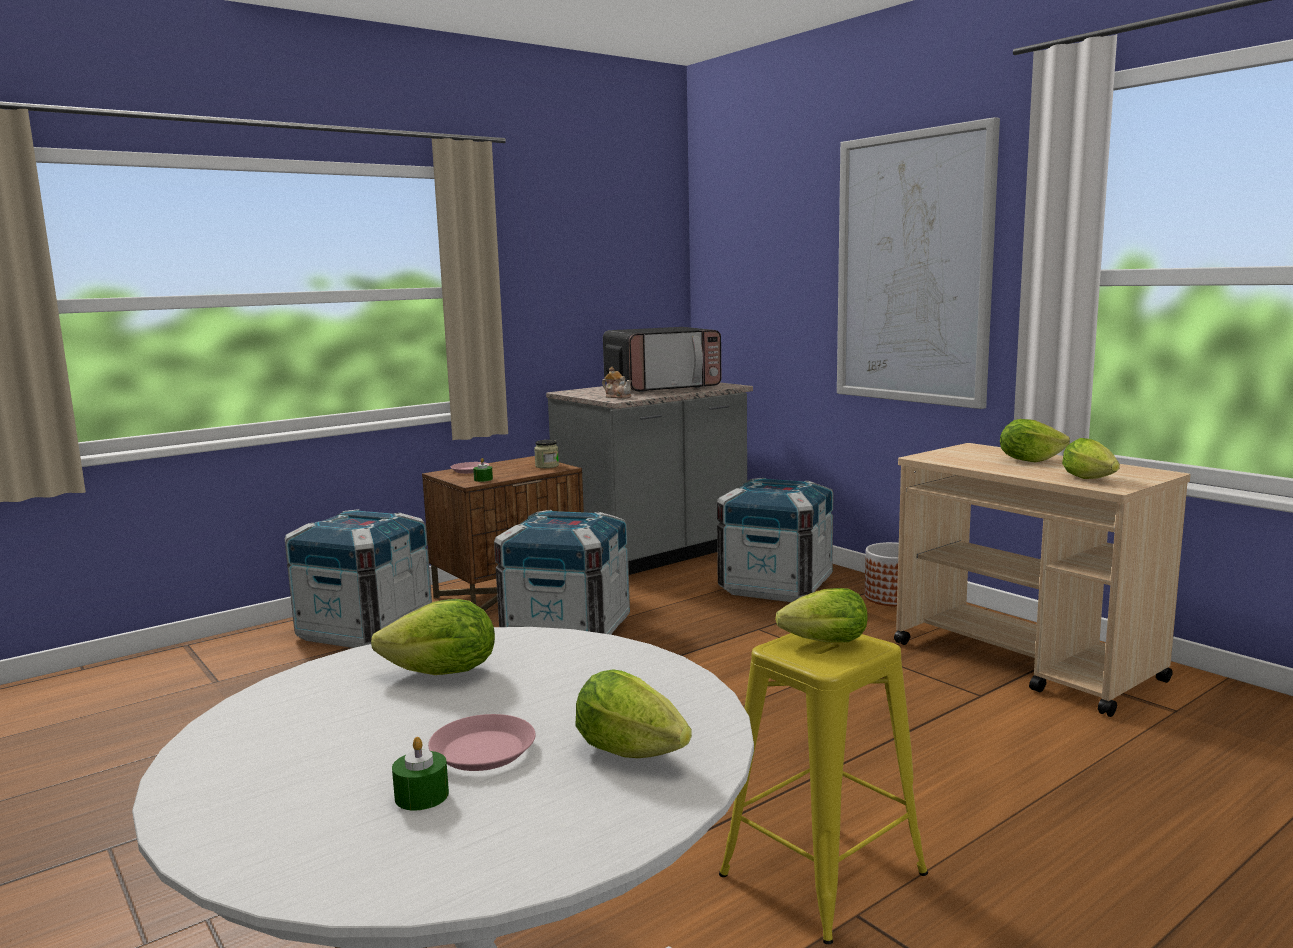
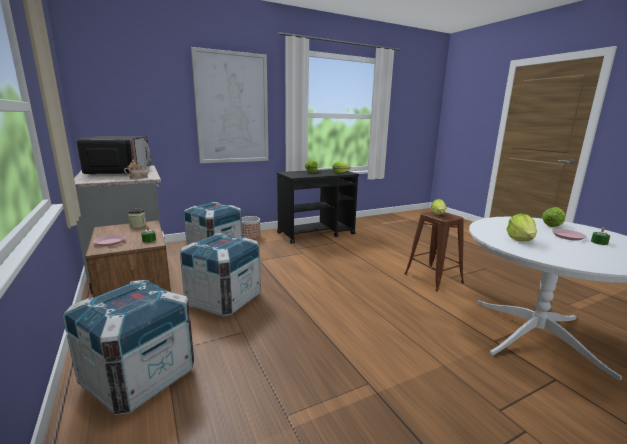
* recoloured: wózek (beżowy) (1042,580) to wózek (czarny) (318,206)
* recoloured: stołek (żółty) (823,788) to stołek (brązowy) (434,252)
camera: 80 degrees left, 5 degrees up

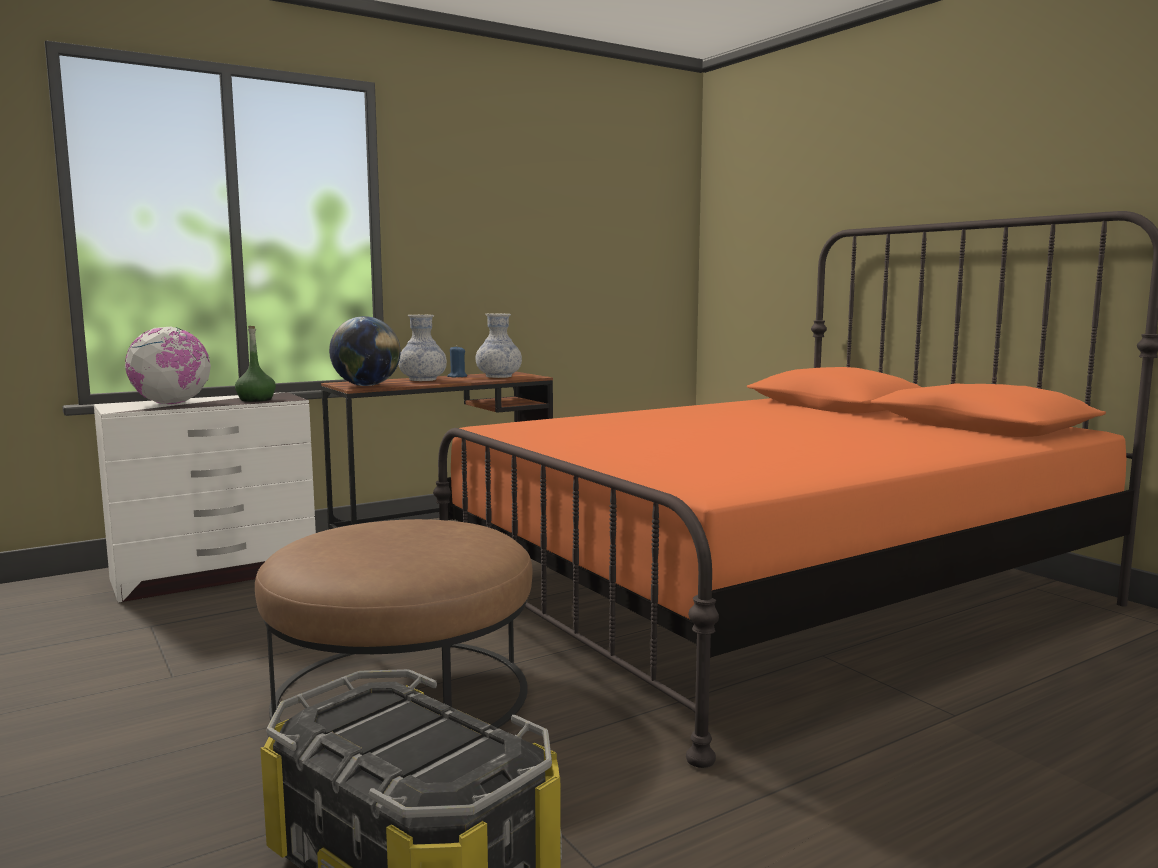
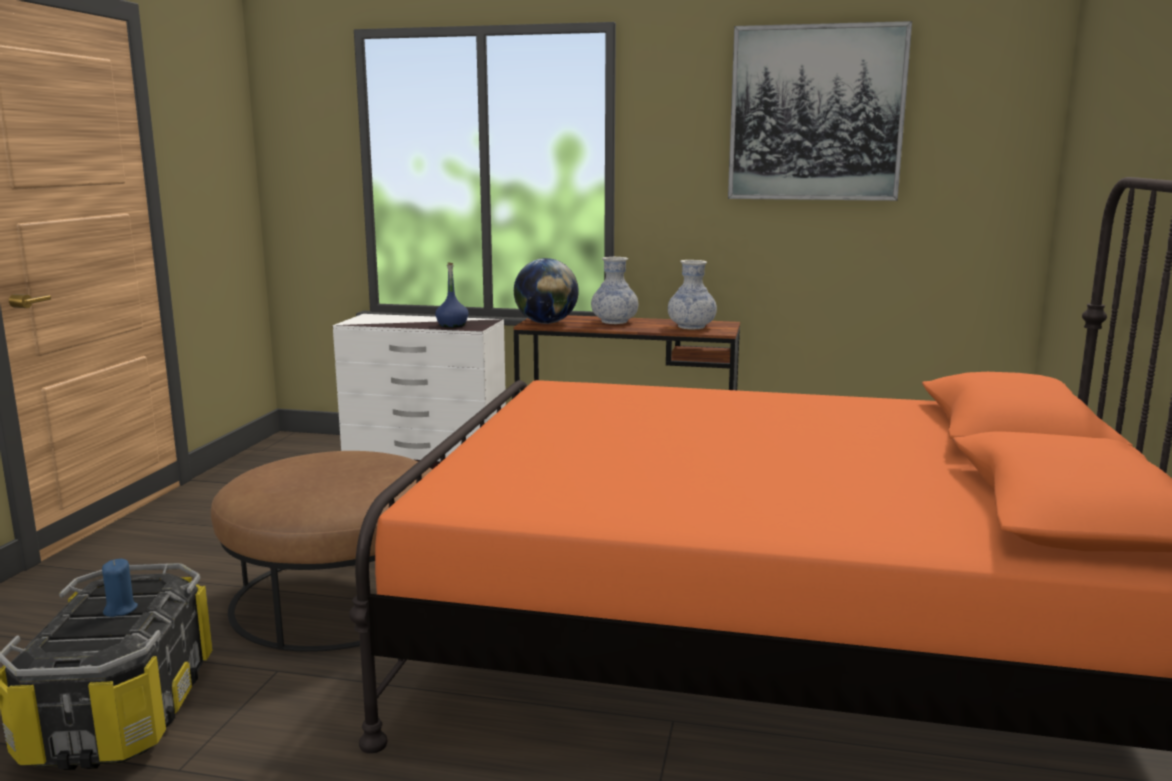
* moved: świeca (niebieski) (457,362) to (120,588)
* recoloured: butelka (zielony) (255,364) to butelka (niebieski) (452,295)
* added: obraz (820,111)
* removed: globus (168,365)
camera: 45 degrees right, 5 degrees up

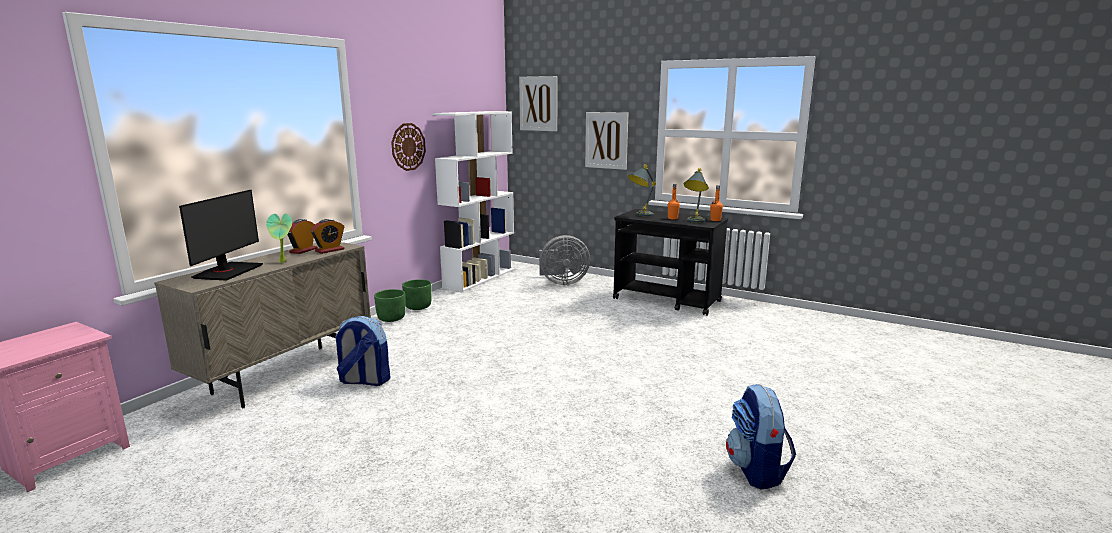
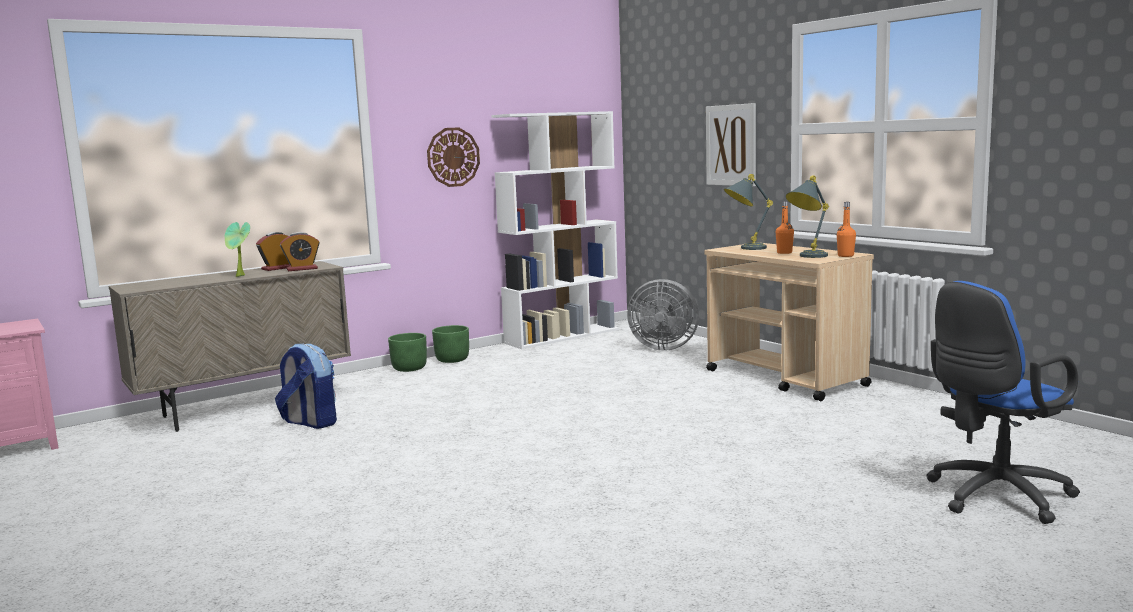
* recoloured: wózek (czarny) (670,262) to wózek (beżowy) (789,321)
* added: krzesło biurowe (niebieski) (1003,402)
* removed: monitor (221,235)
* removed: obraz (538,103)
* removed: plecak (761,436)
camera: 25 degrees right, 5 degrees down

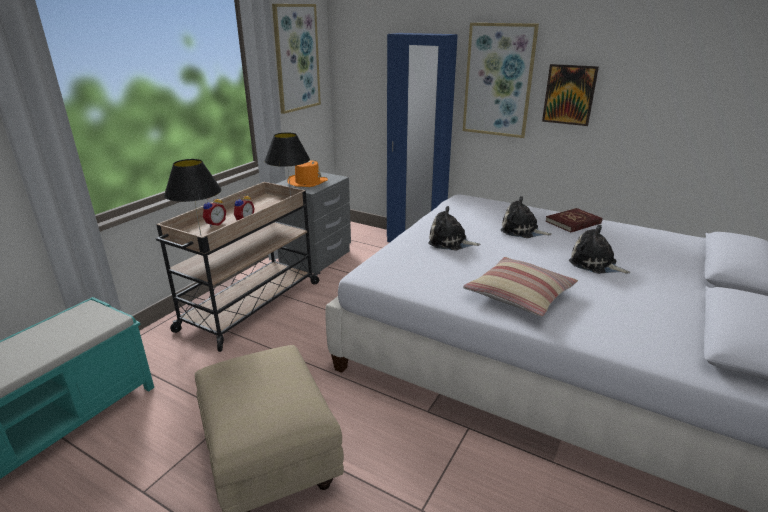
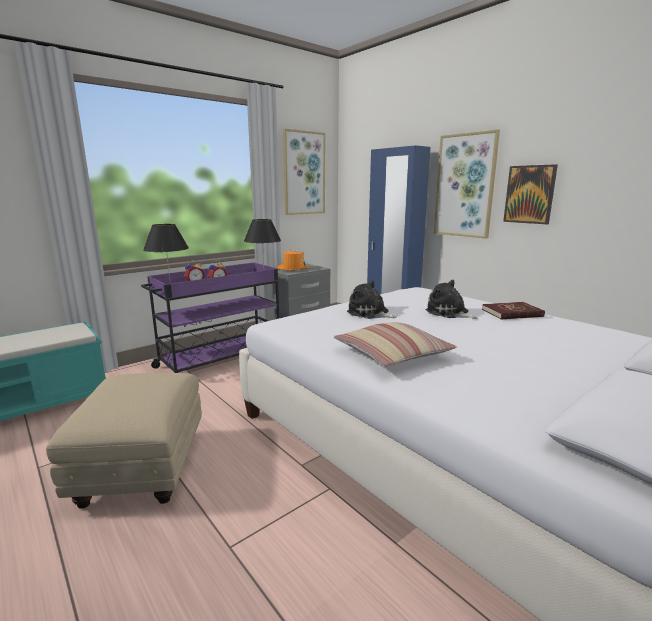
* recoloured: wózek (beżowy) (238,267) to wózek (fioletowy) (210,317)
* removed: pluszak (599,249)
camera: 20 degrees right, 10 degrees down

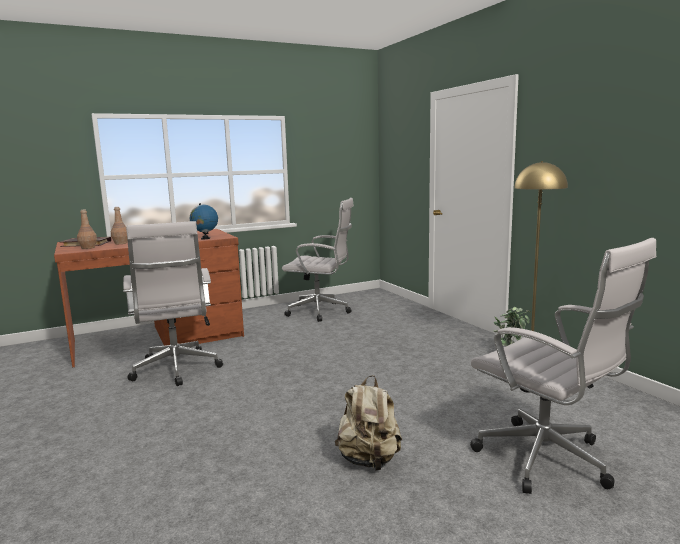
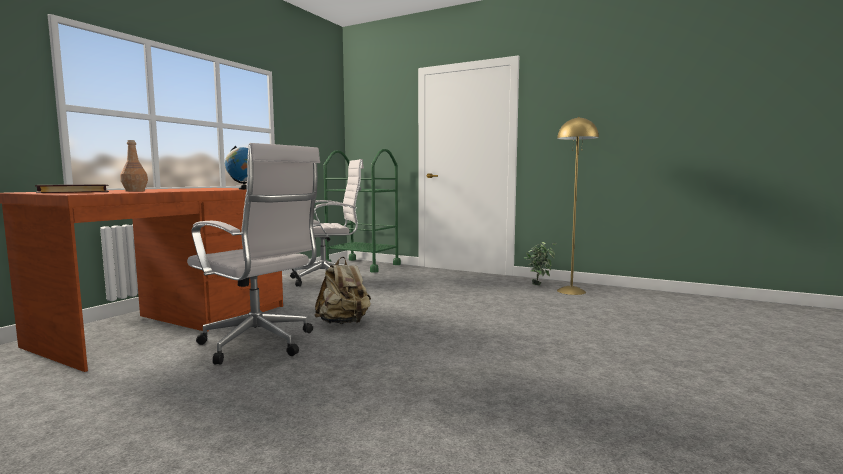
* moved: plecak (beżowy) (368,423) to (343,290)
* added: wózek (zielony) (362,211)
* removed: butelka (brązowy) (87,229)
* removed: krzesło biurowe (biały) (563,366)
camera: 35 degrees left, 5 degrees down

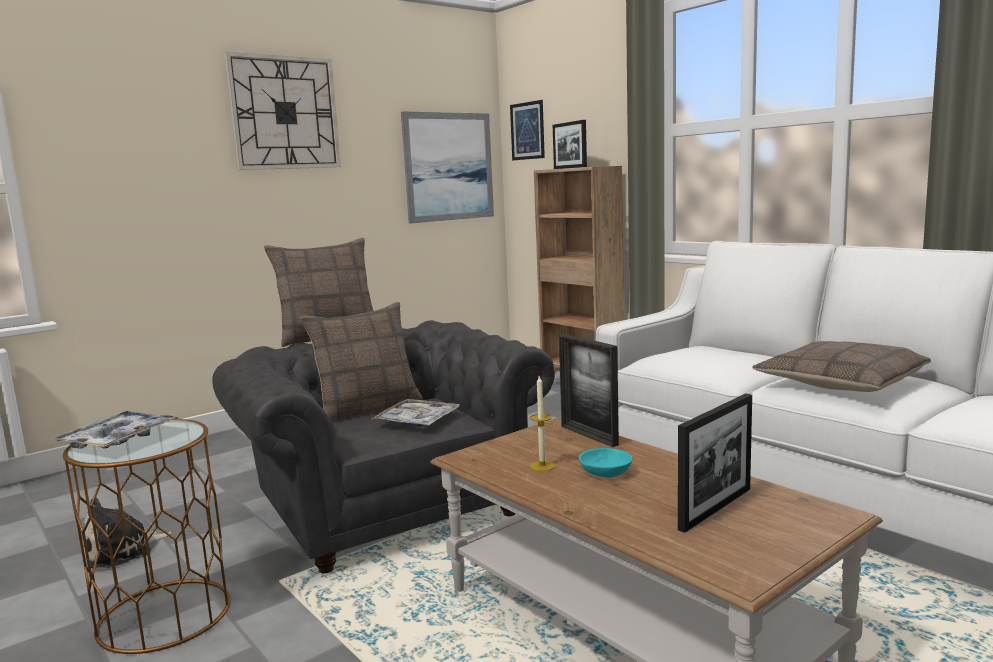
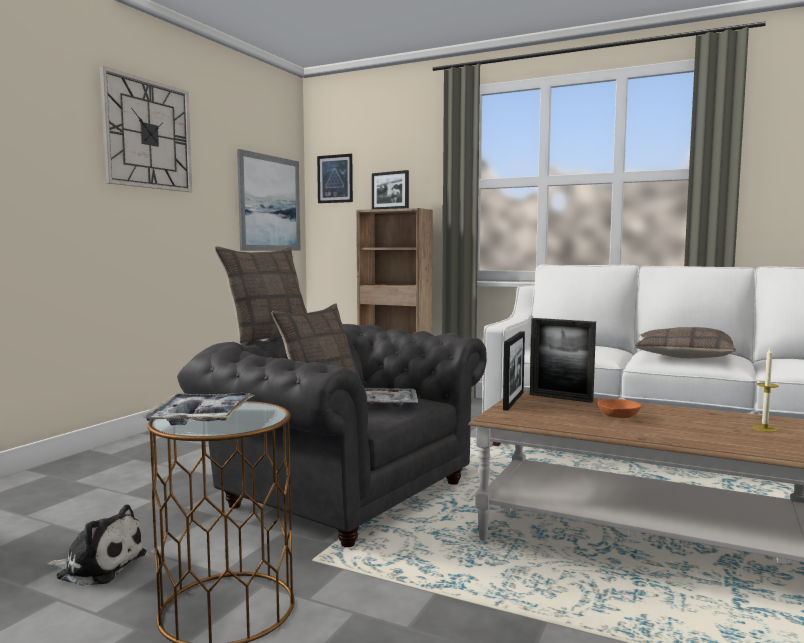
* turned: pluszak (127,532) = (96,545) 105 degrees counterclockwise
* moved: ramka na zdjęcie (715,463) to (514,371)
* recoloured: miska (turkusowy) (605,462) to miska (pomarańczowy) (619,408)
* moved: świeca (542,423) to (765,390)
camera: 25 degrees left, 5 degrees down

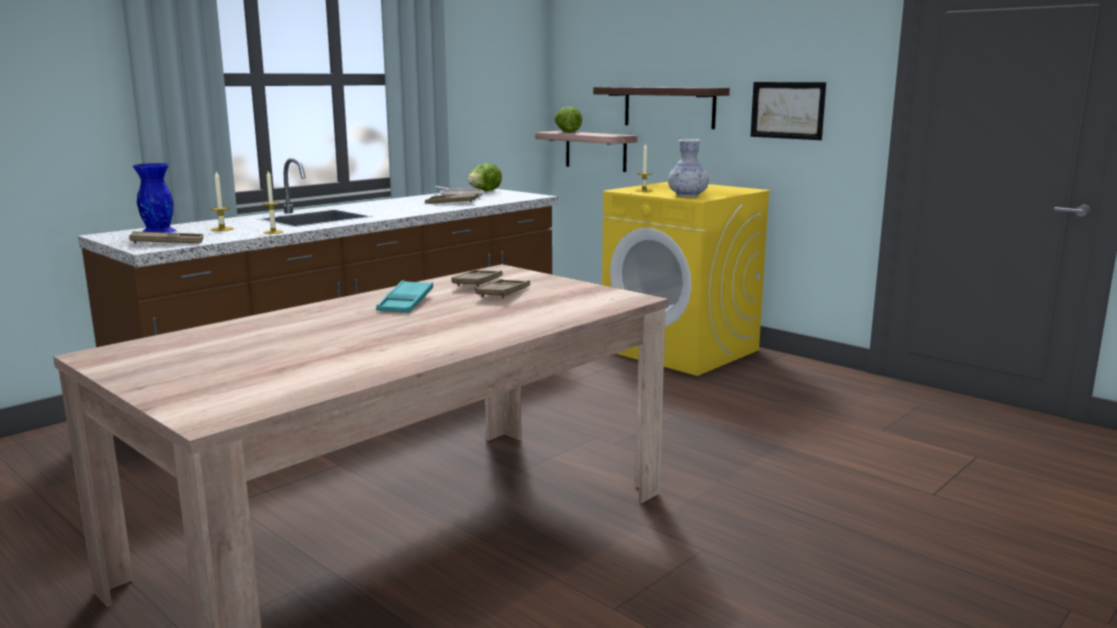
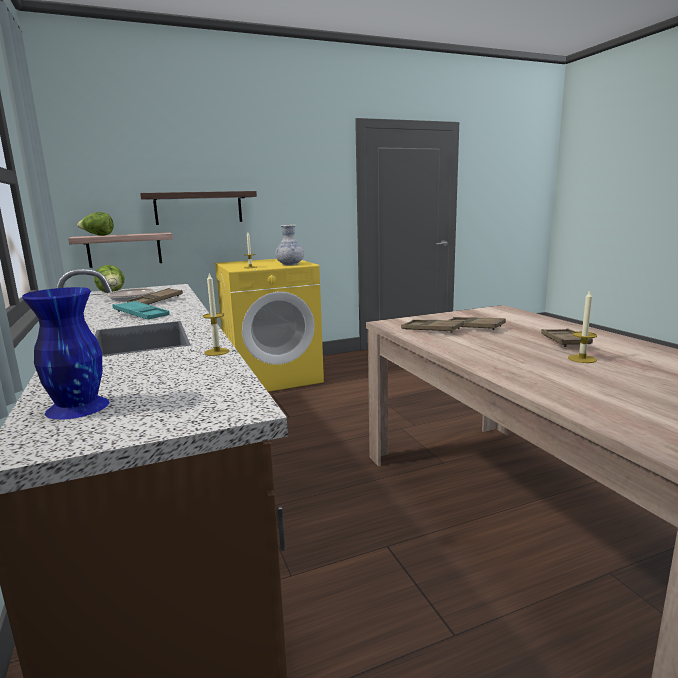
* moved: taca (turkusowy) (404,296) to (141,310)
* moved: taca (brązowy) (166,237) to (567,337)
* moved: świeca (222,201) to (583,326)
* removed: obraz (788,111)
camera: 65 degrees left, 0 degrees up

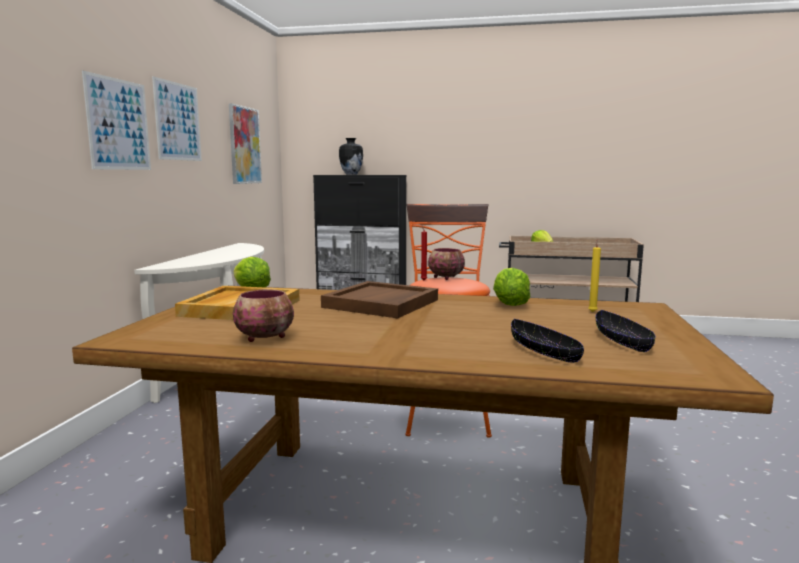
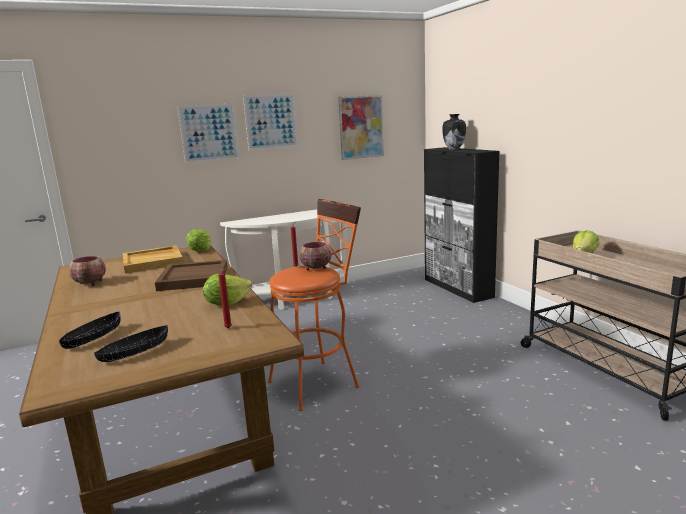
* recoloured: świeca (żółty) (594,276) to świeca (czerwony) (225,297)
camera: 55 degrees right, 5 degrees up

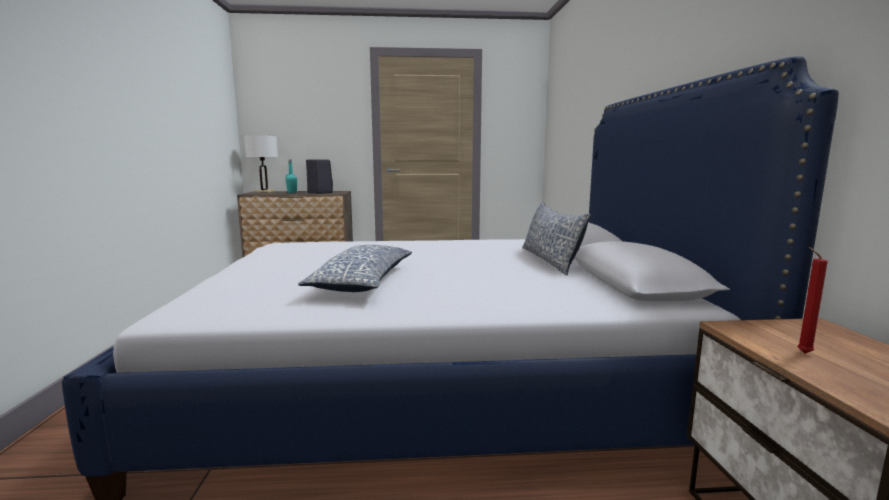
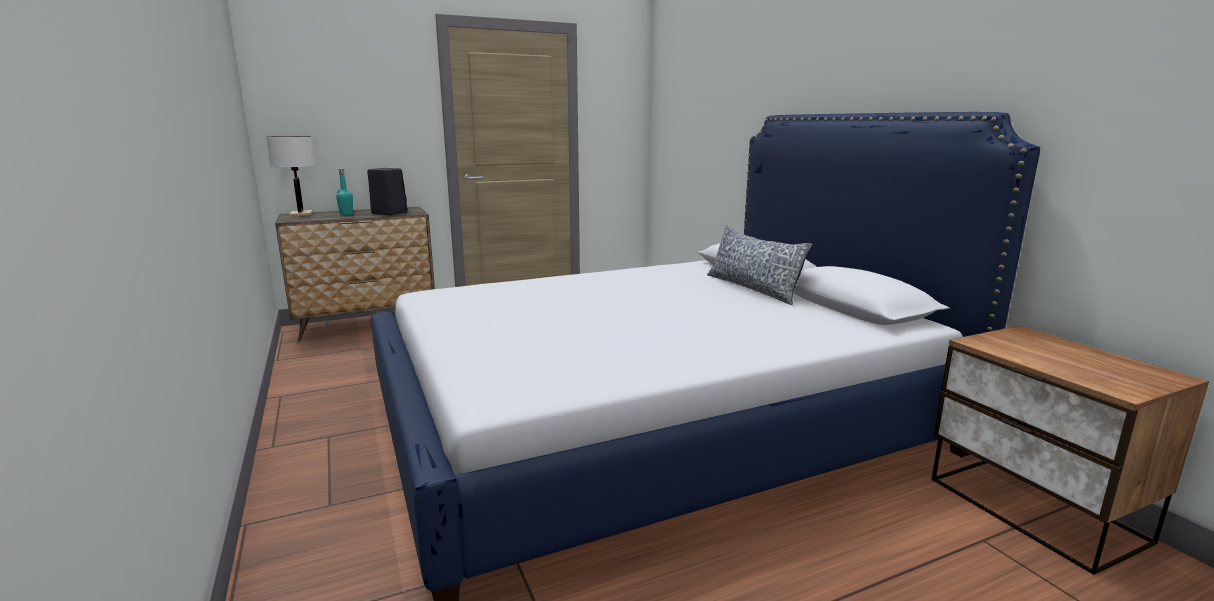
* removed: poduszka (355,268)
* removed: świeca (czerwony) (812,300)
camera: 20 degrees left, 5 degrees up

